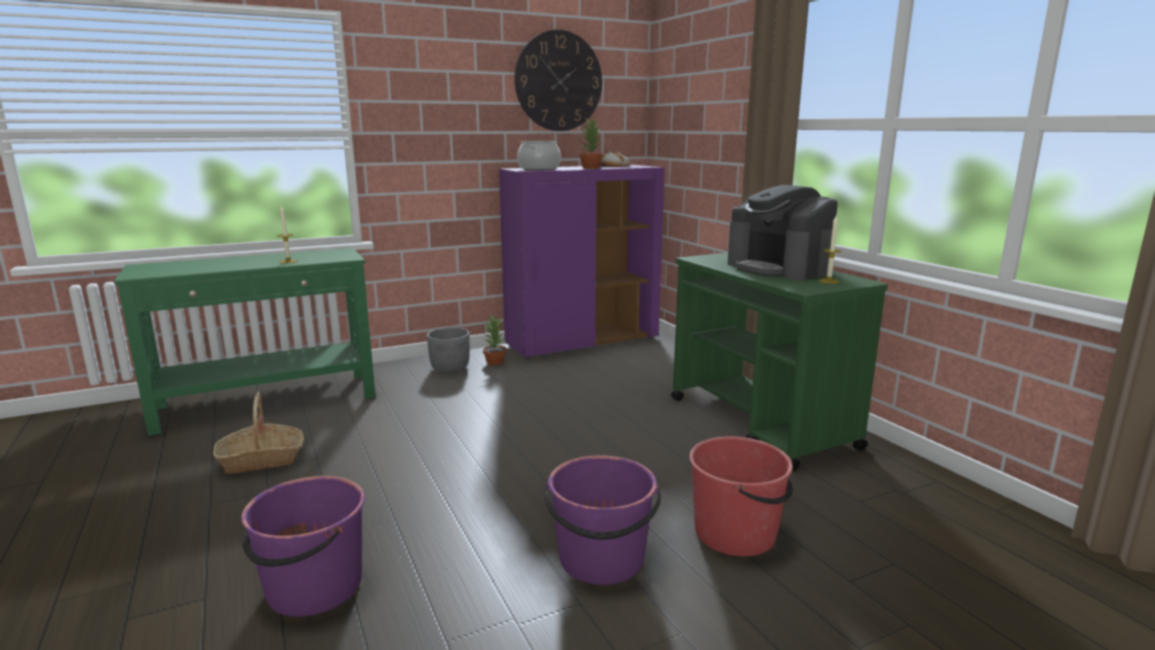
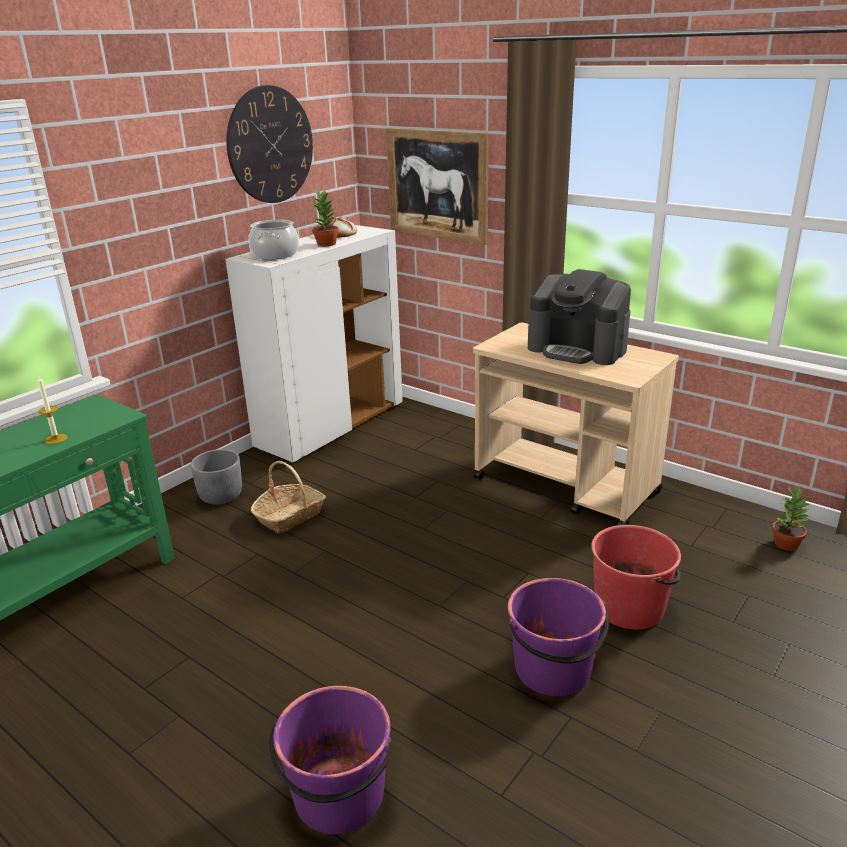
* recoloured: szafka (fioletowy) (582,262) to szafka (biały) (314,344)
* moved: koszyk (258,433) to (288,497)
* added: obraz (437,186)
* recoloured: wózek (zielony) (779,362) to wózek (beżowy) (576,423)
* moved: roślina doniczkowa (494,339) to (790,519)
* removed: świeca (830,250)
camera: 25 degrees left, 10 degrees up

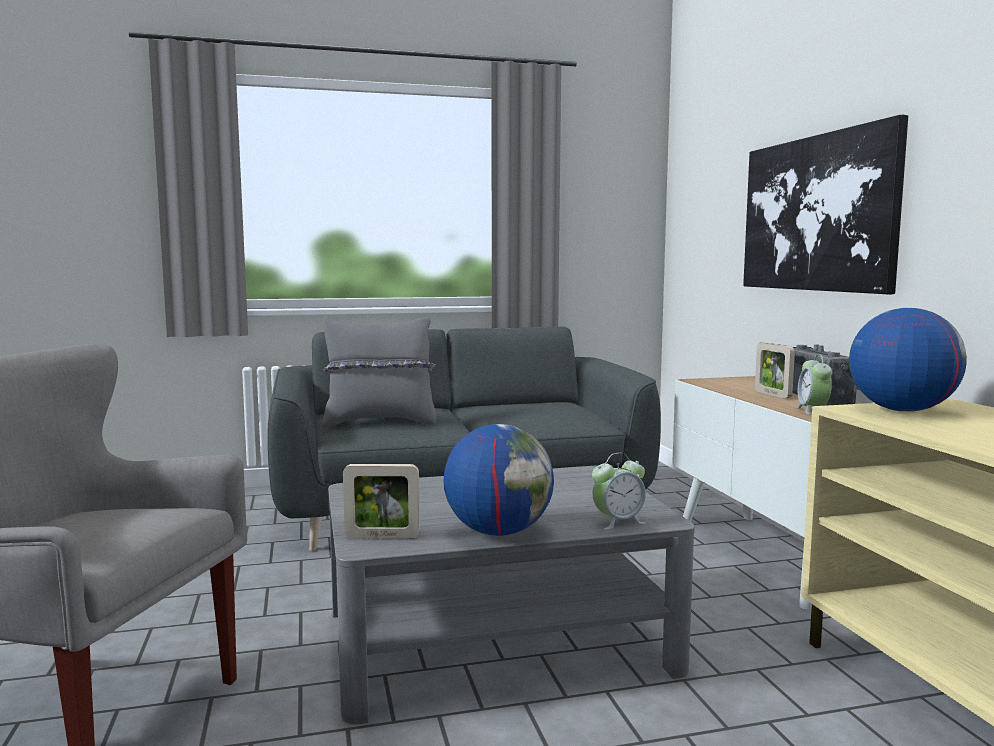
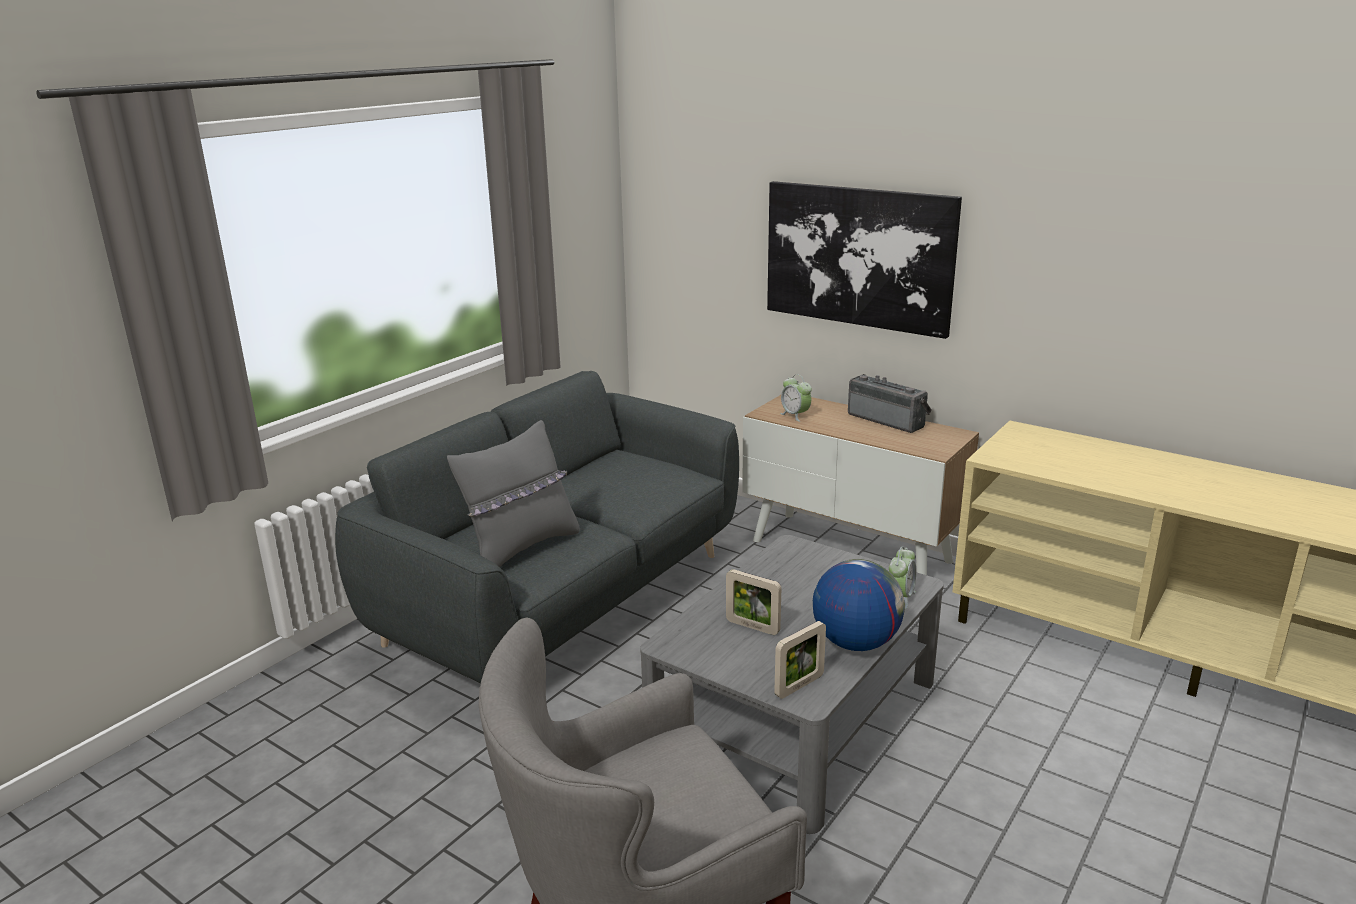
* moved: ramka na zdjęcie (775,370) to (753,602)
* moved: budzik (814,384) to (796,398)
* removed: globus (908,360)
camera: 40 degrees left, 15 degrees up

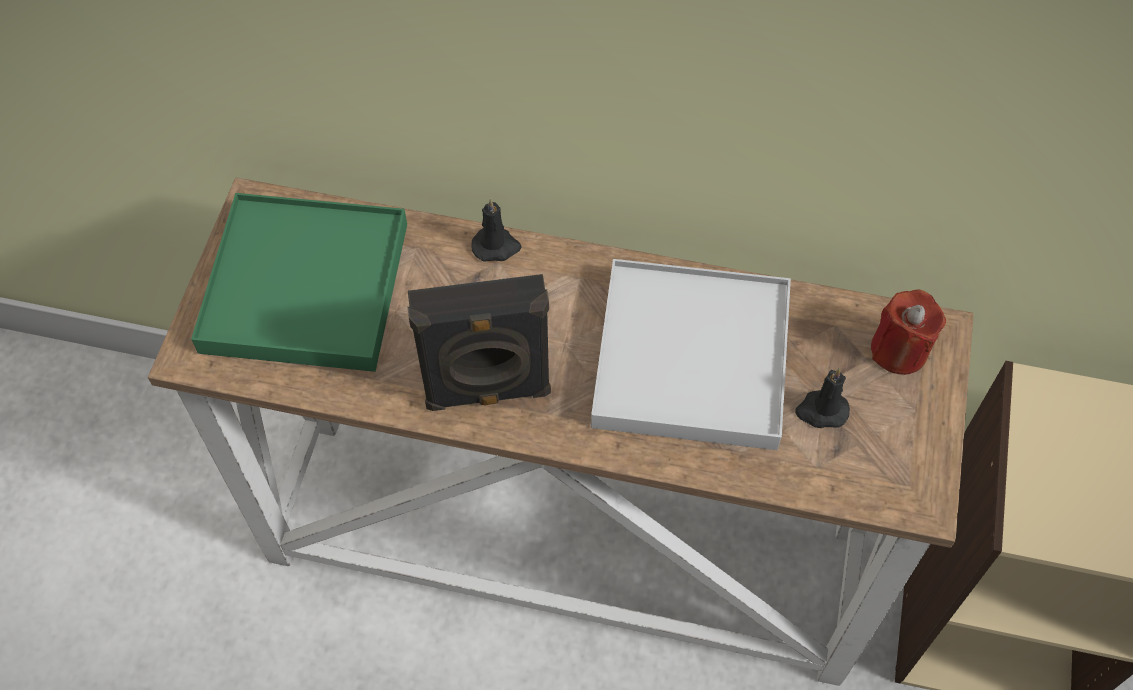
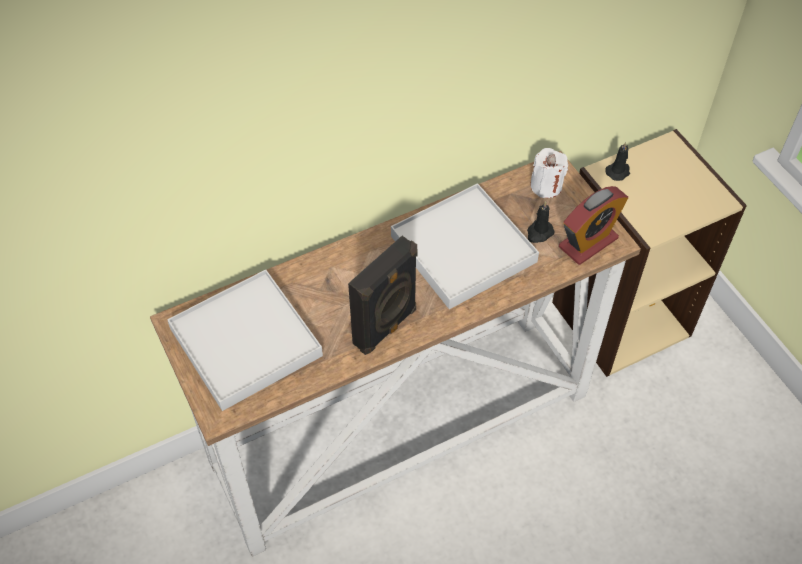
* recoloured: taca (zielony) (299,282) to taca (biały) (245,340)
* recoloured: świeca (czerwony) (908,332) to świeca (biały) (549,173)
* added: budzik (593,225)
* moved: świeca (czarny) (496,230) to (617,161)
camera: 40 degrees left, 5 degrees down

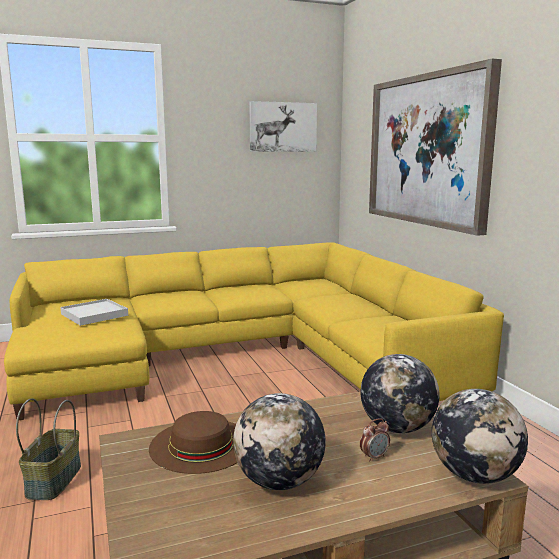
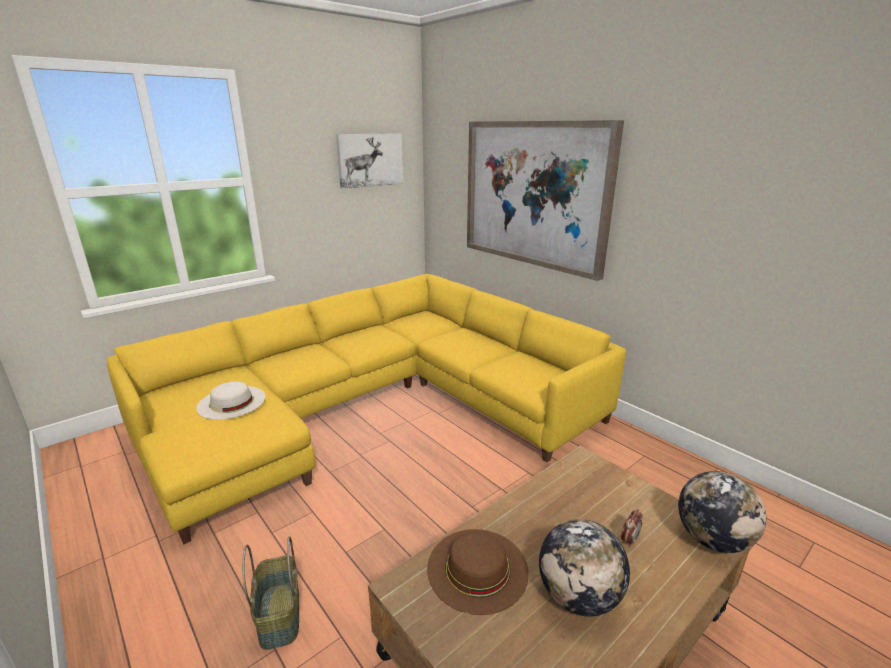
* replaced: taca (biały) (94,312) to kapelusz (biały) (230,400)
* removed: globus (400,393)
camera: 20 degrees left, 10 degrees up

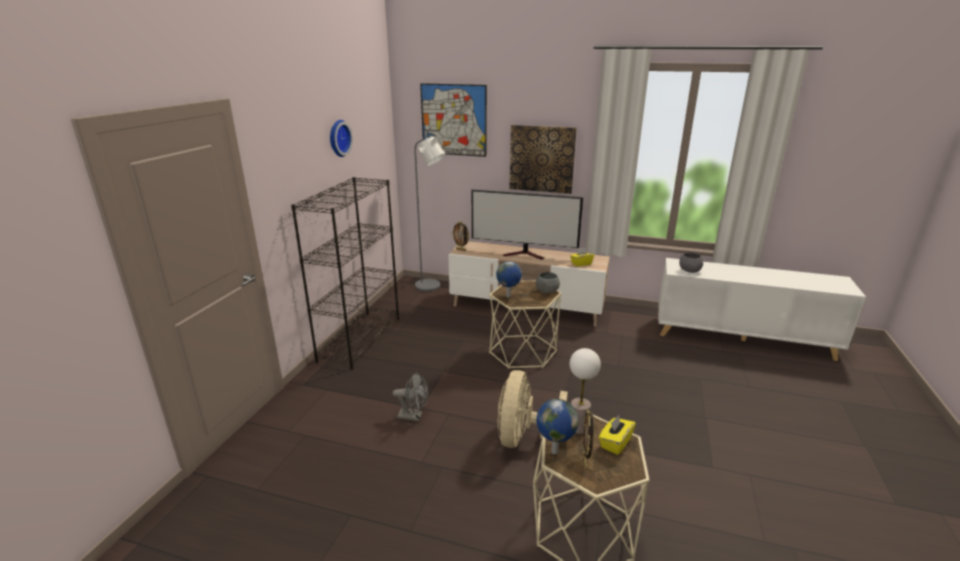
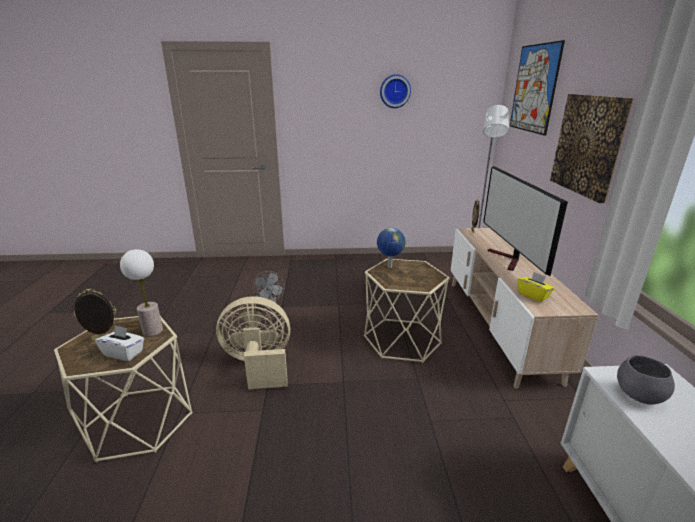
* recoloured: pudełko chusteczek (żółty) (617,435) to pudełko chusteczek (biały) (119,343)
* removed: regał (czarny) (345,273)
* removed: miska (szary) (548,283)
* removed: globus (557,426)
camera: 70 degrees right, 0 degrees up

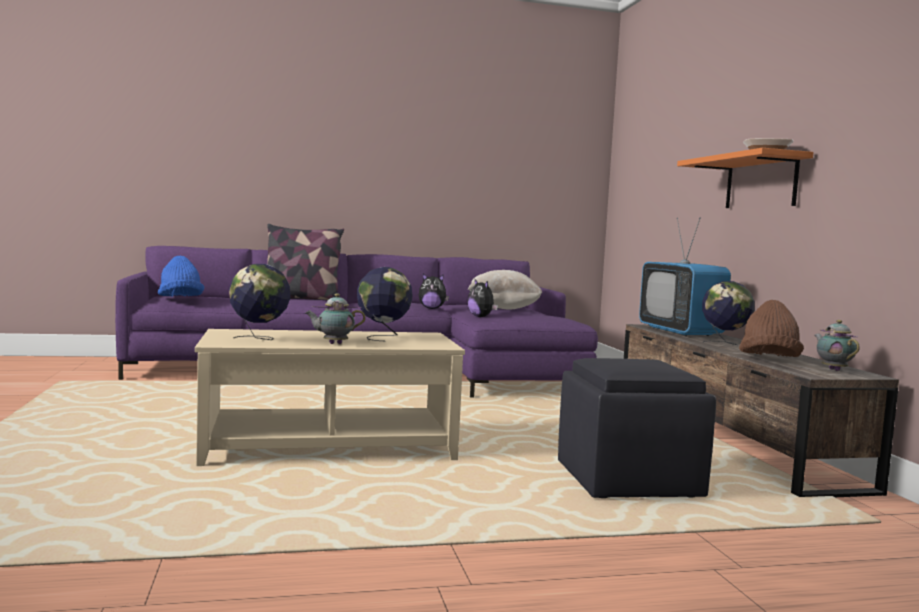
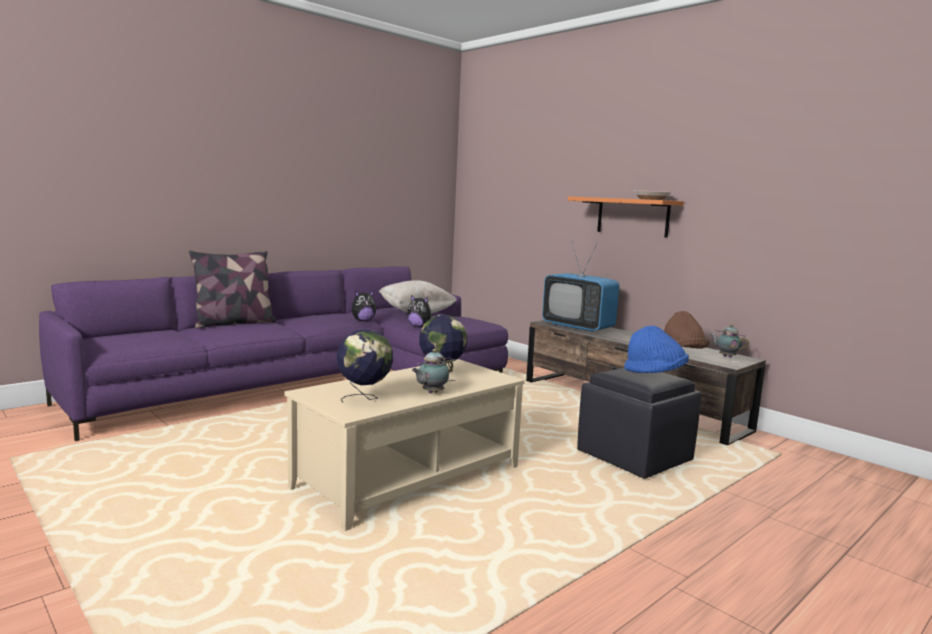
* moved: kapelusz (niebieski) (181,276) to (656,349)
* removed: globus (728,313)
camera: 30 degrees left, 5 degrees up

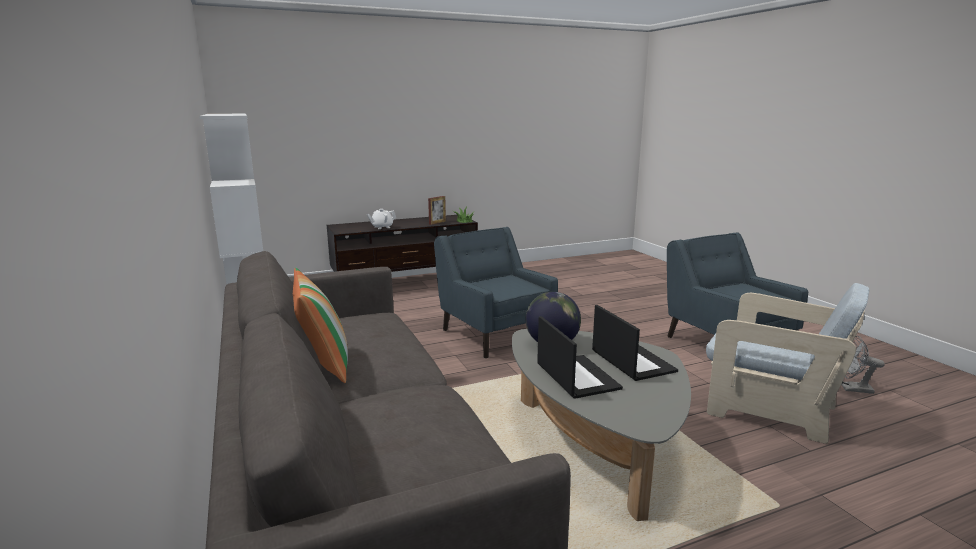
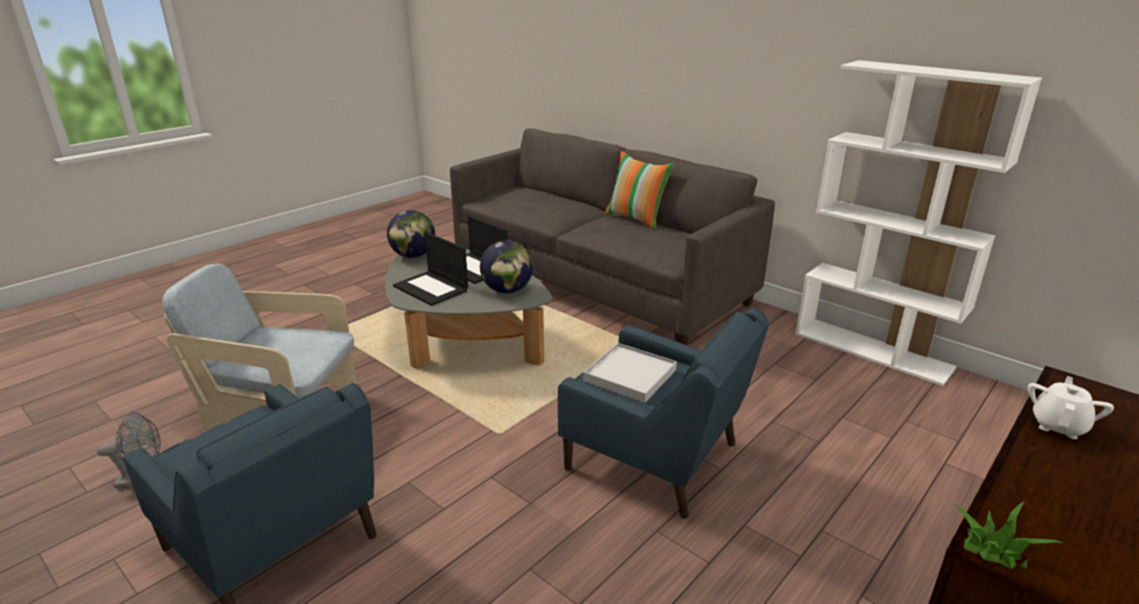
* added: globus (411,234)
* added: taca (biały) (630,373)
* removed: ramka na zdjęcie (437,210)
camera: 155 degrees right, 10 degrees up

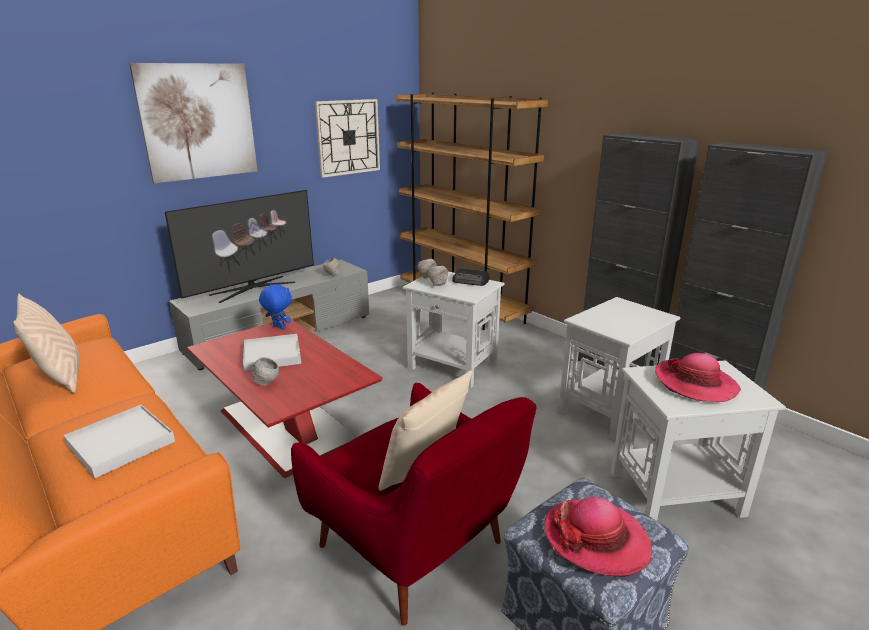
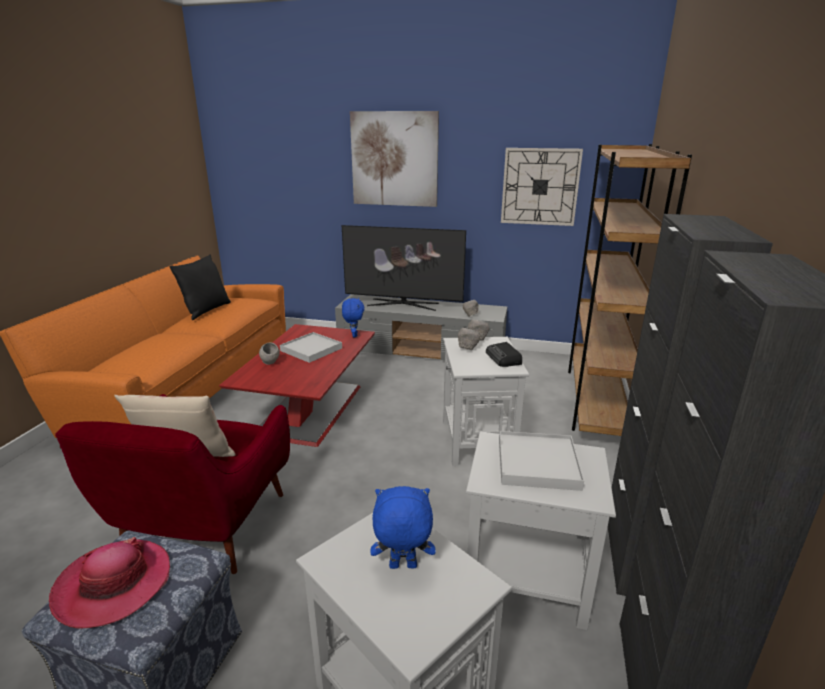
* recoloured: poduszka (beżowy) (46,343) to poduszka (czarny) (200,287)
* replaced: kapelusz (698,377) to pluszak (niebieski) (403,527)
* moved: taca (biały) (119,441) to (541,461)
camera: 55 degrees right, 0 degrees up

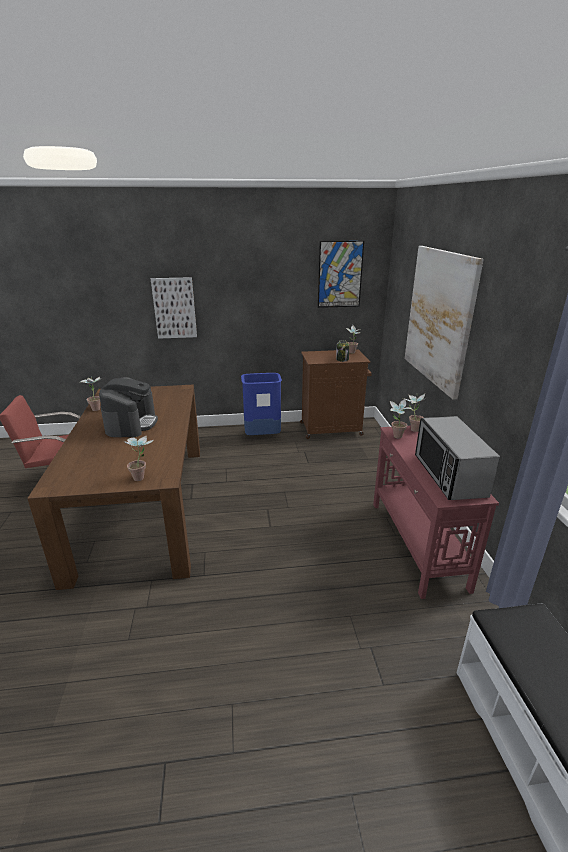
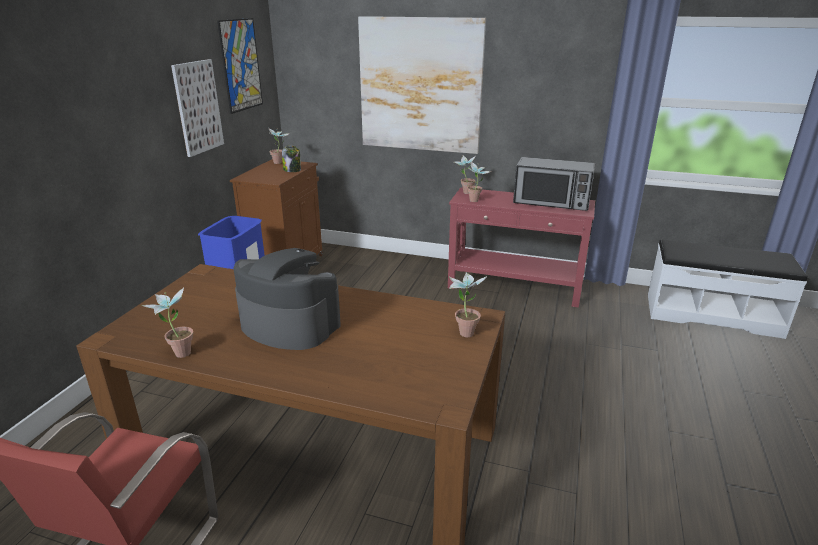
* moved: obraz (174,308) to (197,108)
camera: 65 degrees left, 0 degrees up

